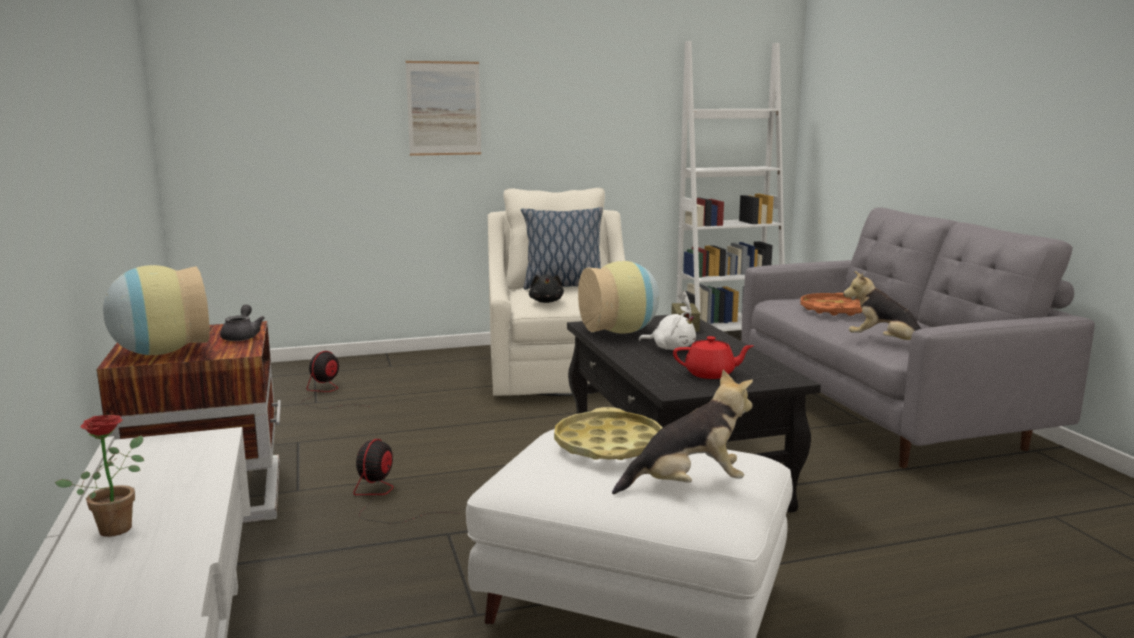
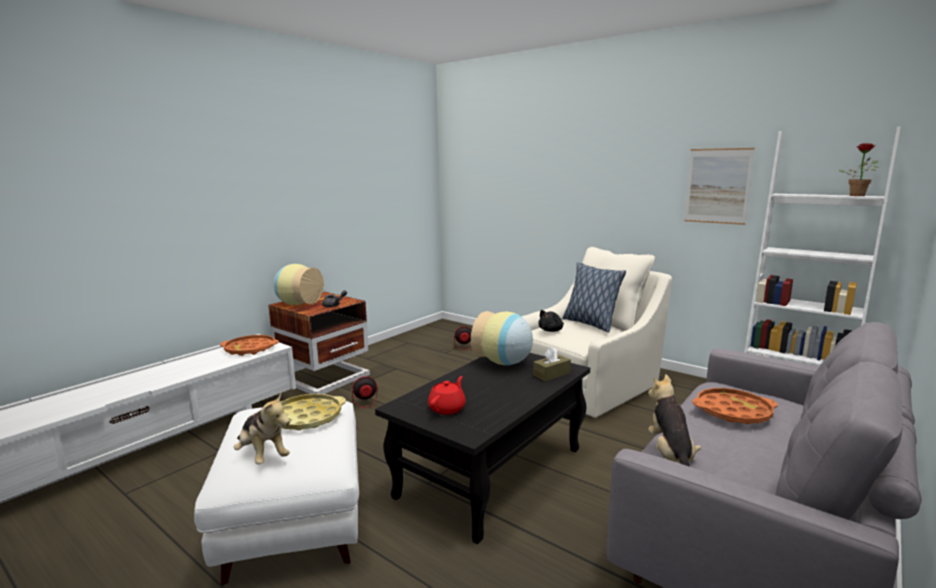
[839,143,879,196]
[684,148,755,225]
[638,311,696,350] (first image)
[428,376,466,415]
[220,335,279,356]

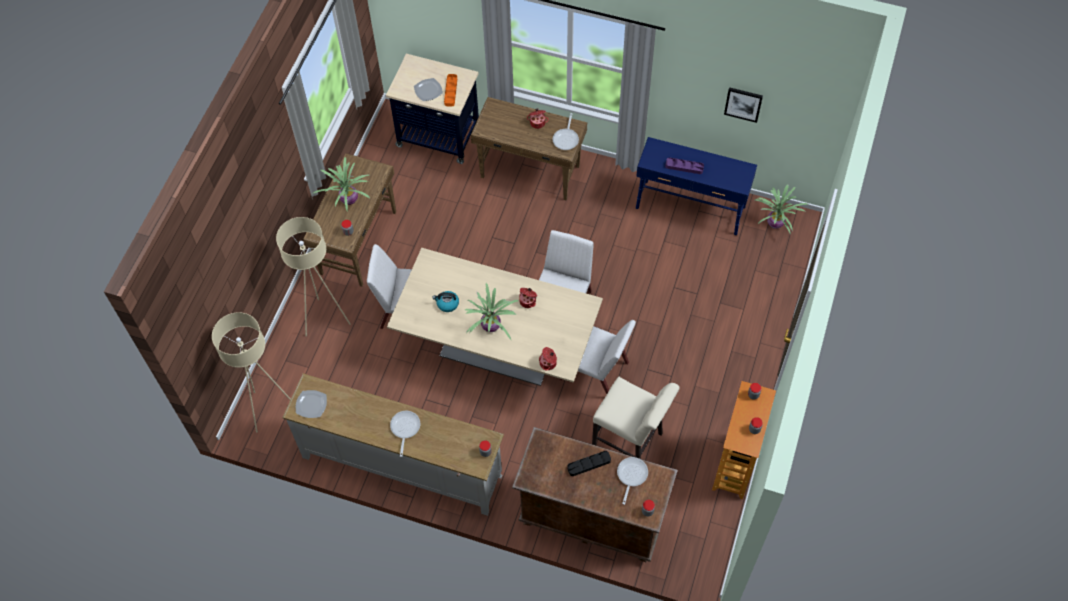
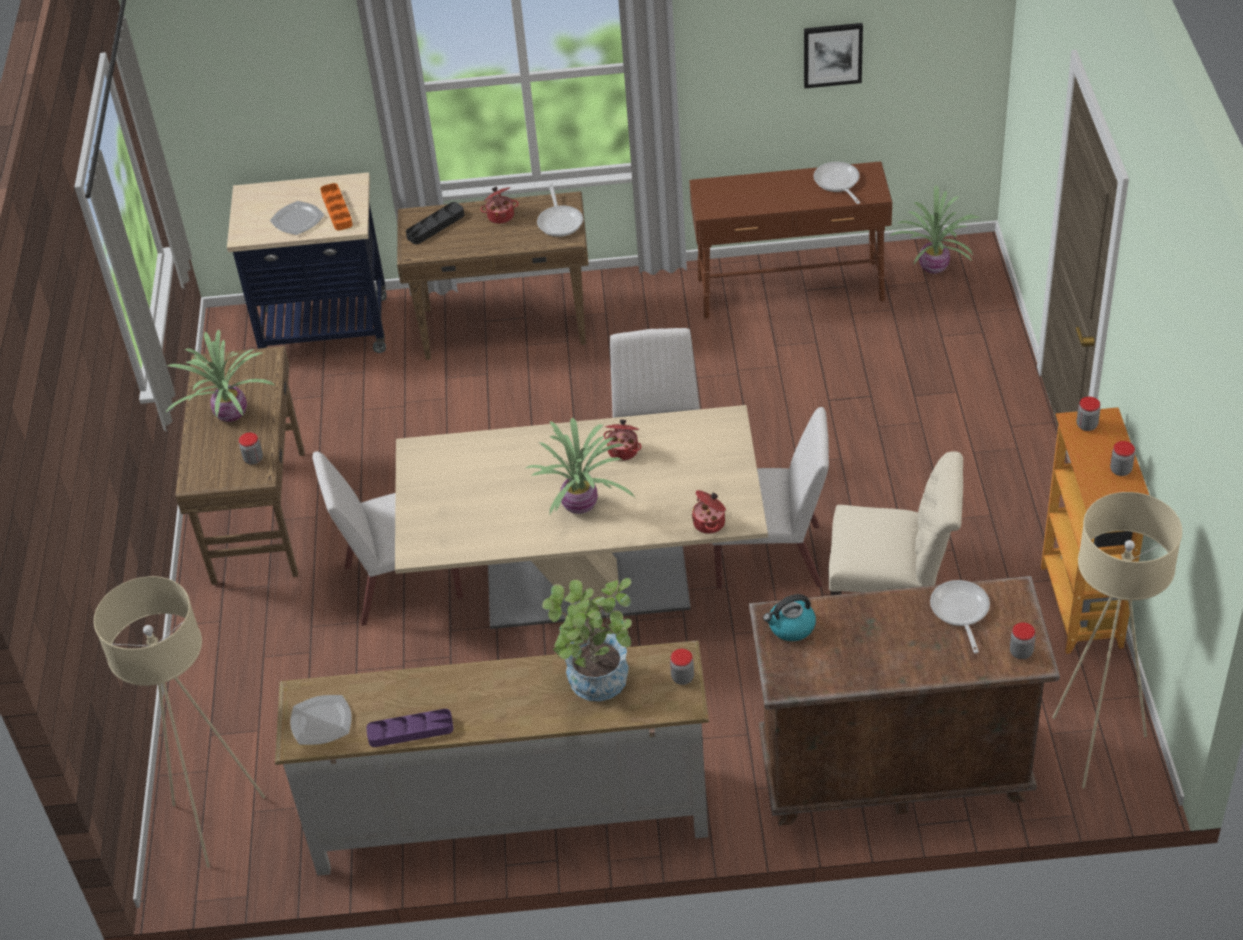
[1052,492,1182,788]
[813,162,860,204]
[763,594,816,641]
[406,202,464,244]
[689,161,892,319]
[366,709,454,747]
[542,578,632,701]

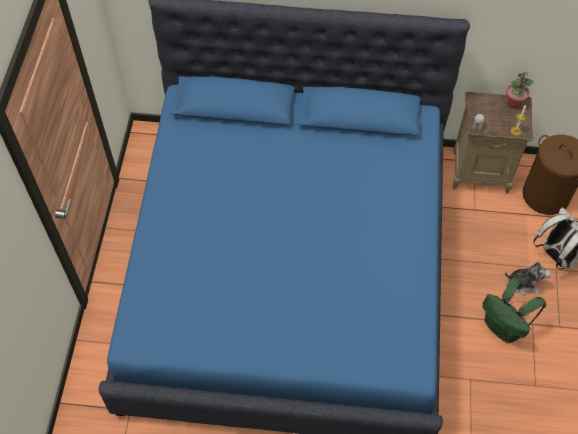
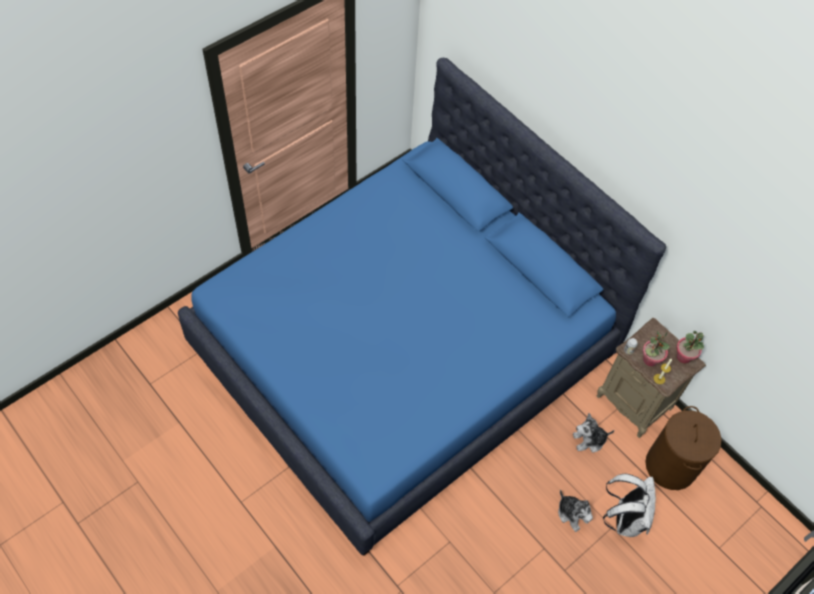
[482,277,546,343] (first image)
[573,413,615,453]
[642,332,670,366]

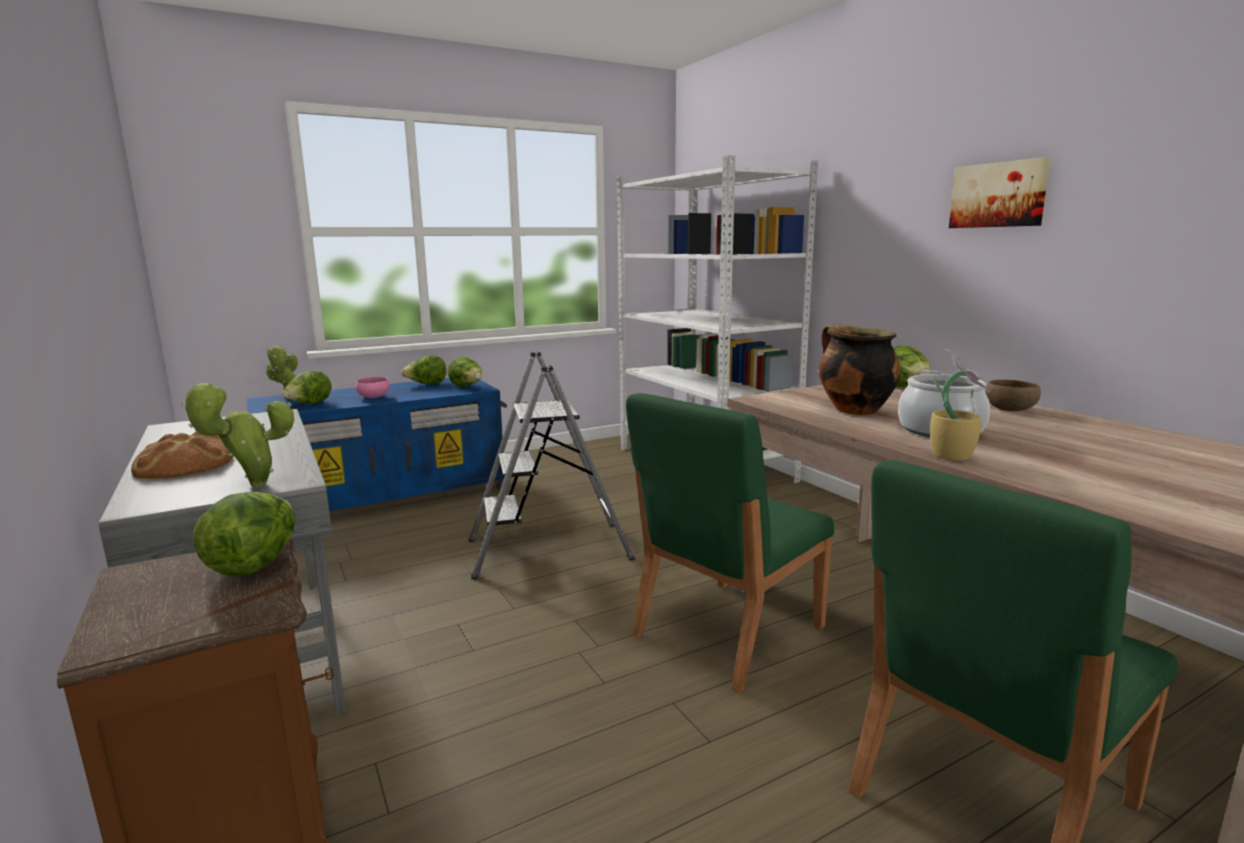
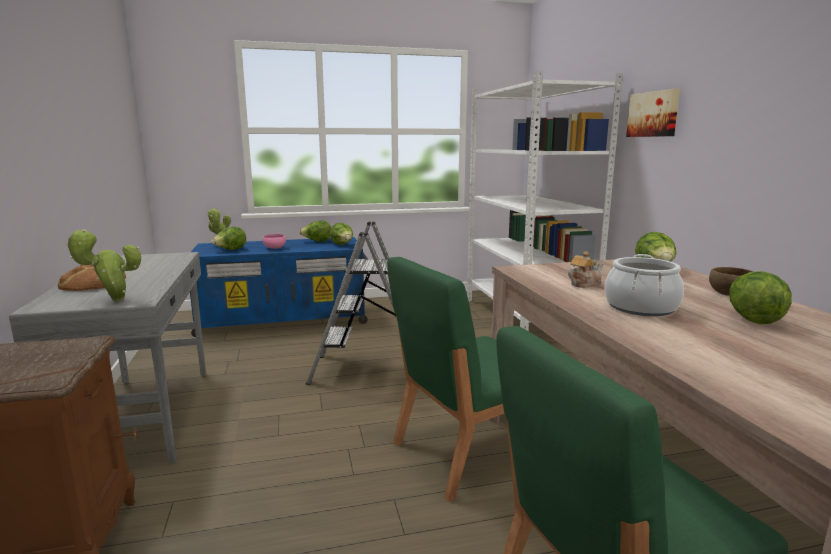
[729,271,792,324]
[568,251,604,288]
[930,349,989,461] (first image)
[626,89,680,137]

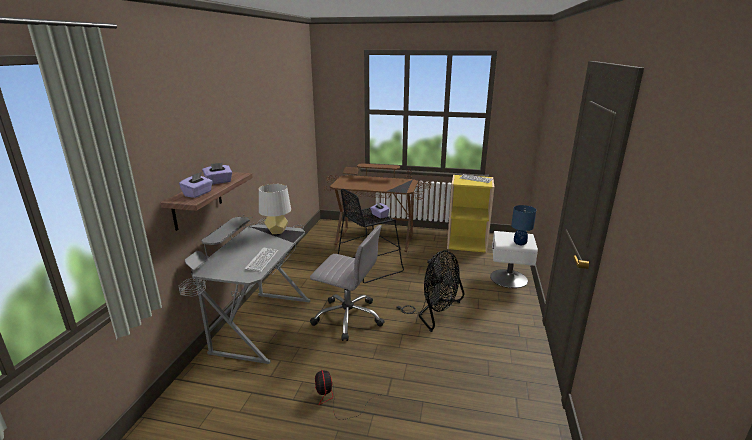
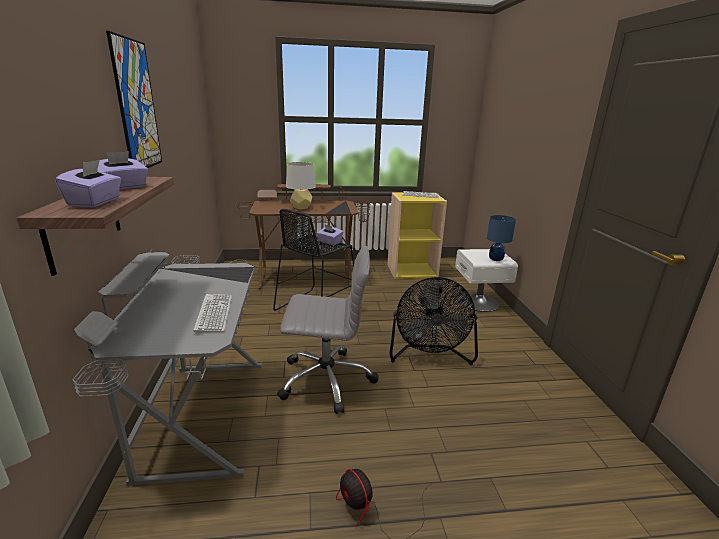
[286,162,316,209]
[390,277,478,366]
[106,31,162,168]

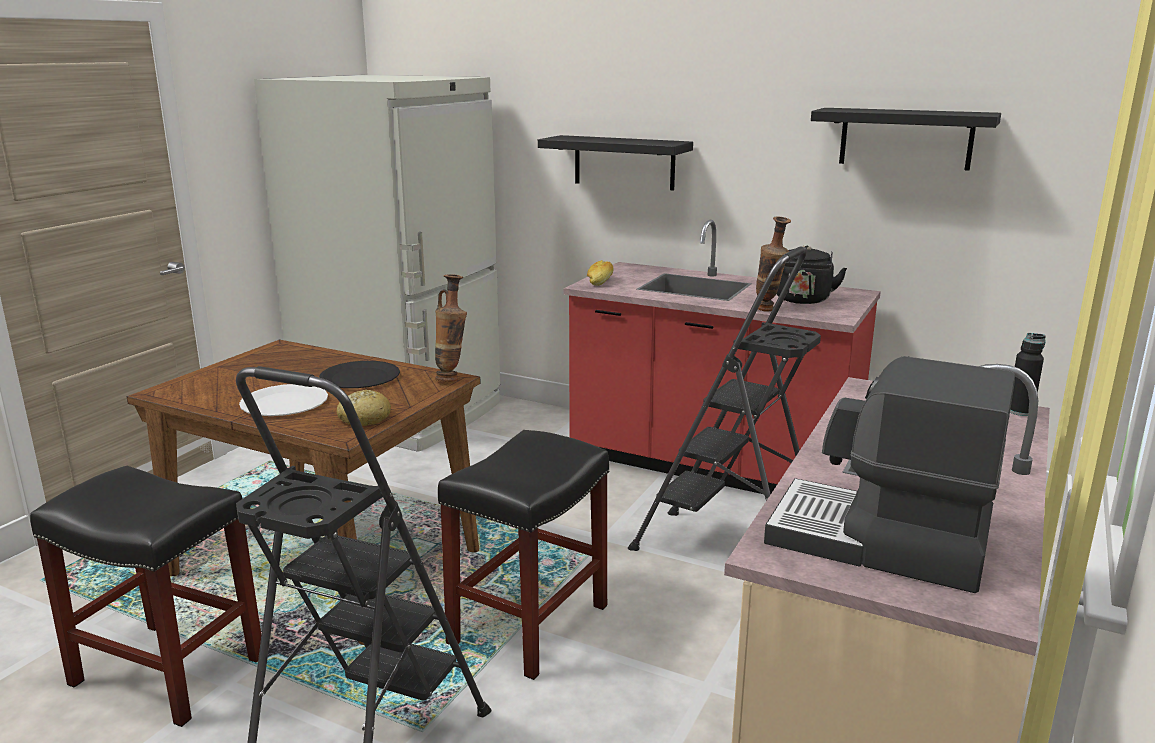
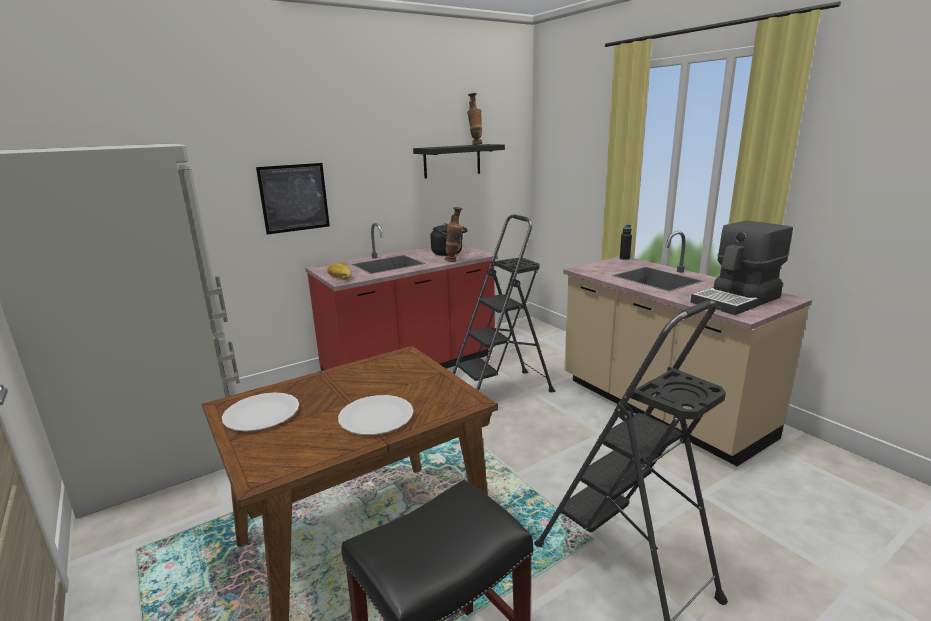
[319,361,400,388] (first image)
[337,390,391,426] (first image)
[467,93,483,145]
[438,430,609,680] (first image)
[256,163,330,235]
[222,392,299,431]

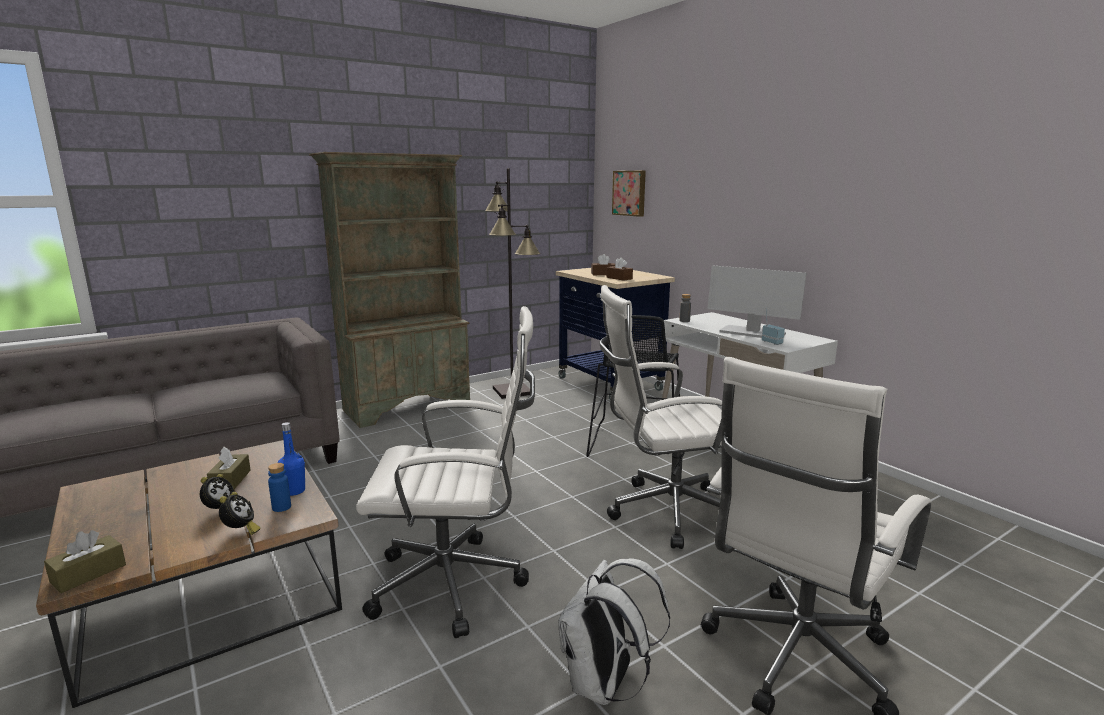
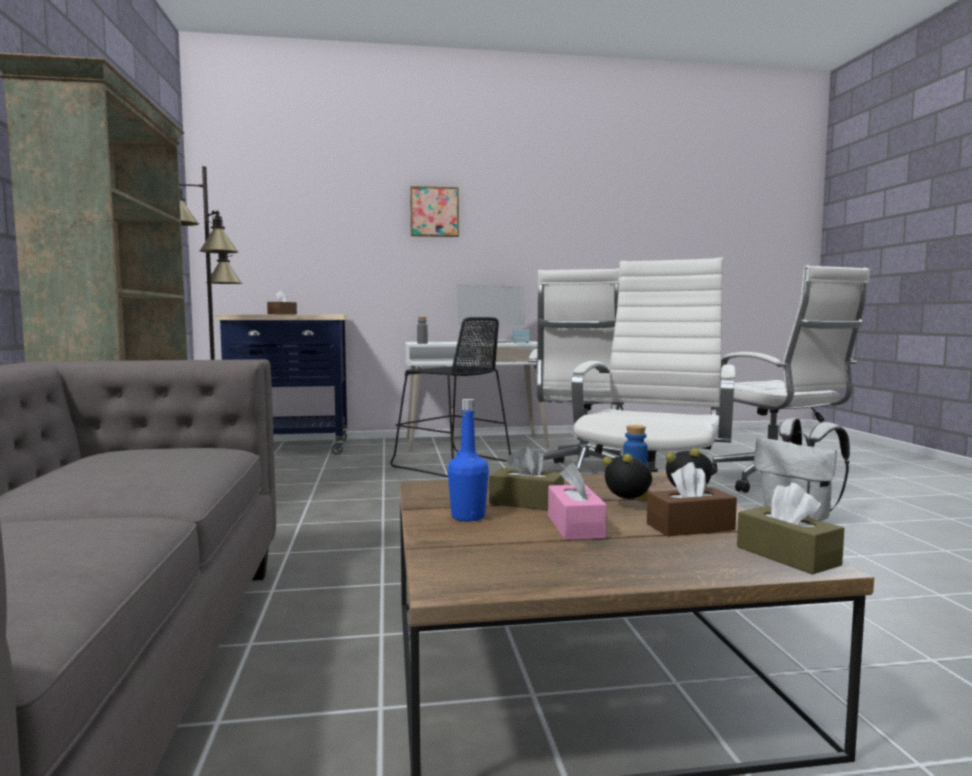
[447,399,489,522]
[647,462,737,536]
[410,186,459,237]
[548,463,607,540]

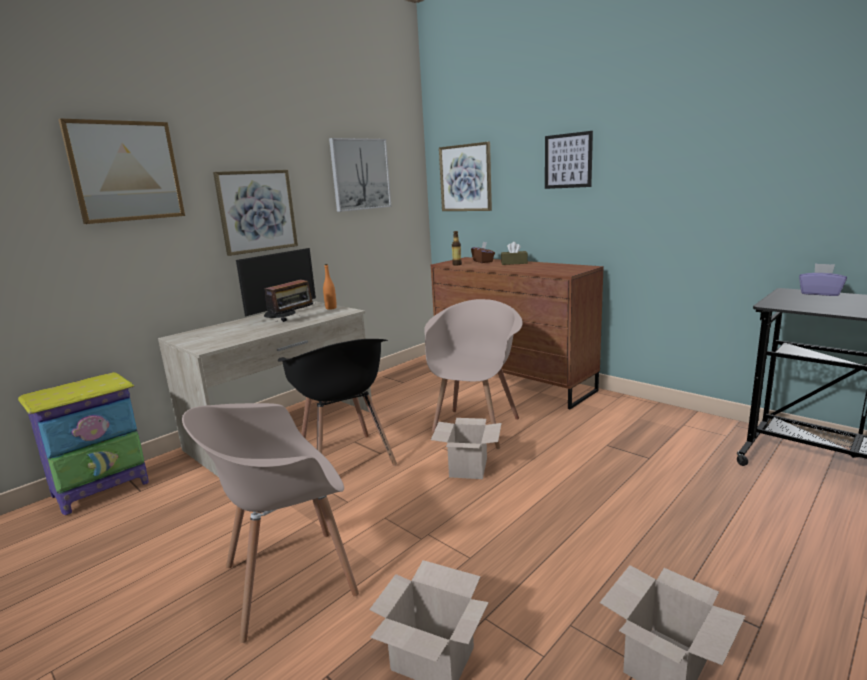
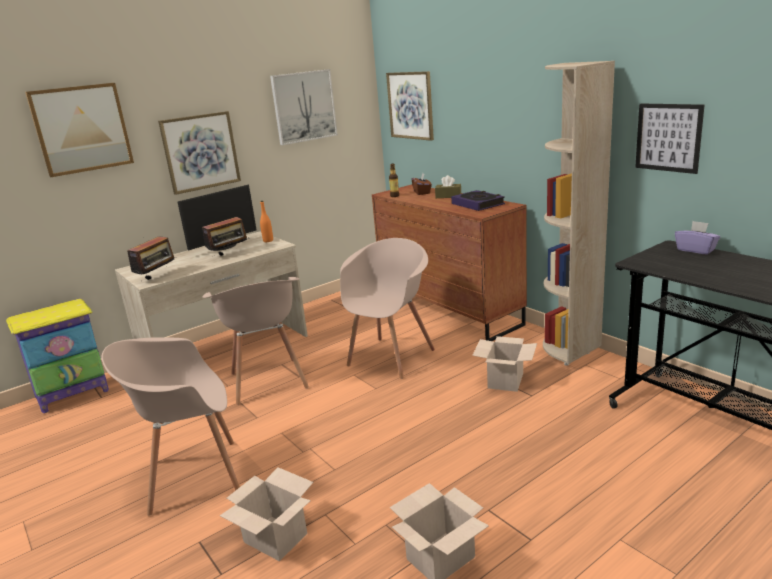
[203,277,309,405]
[472,336,537,392]
[635,103,704,174]
[127,236,175,280]
[451,190,505,211]
[543,61,615,365]

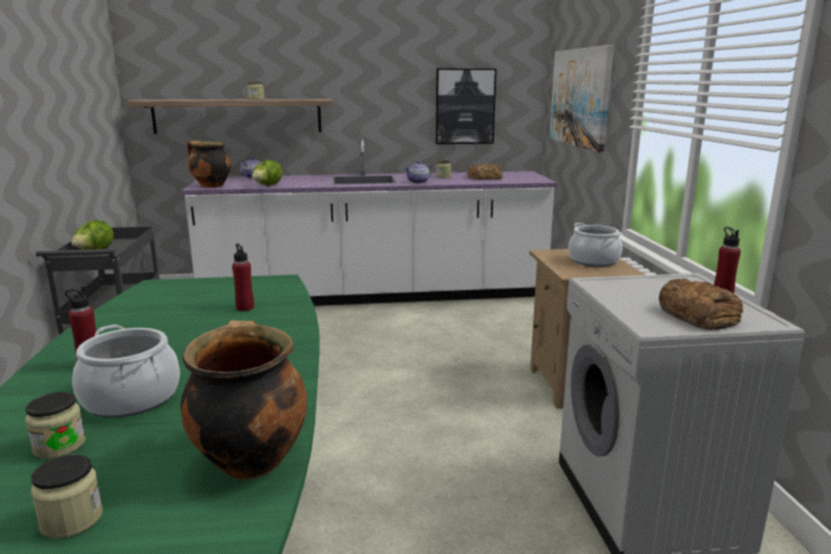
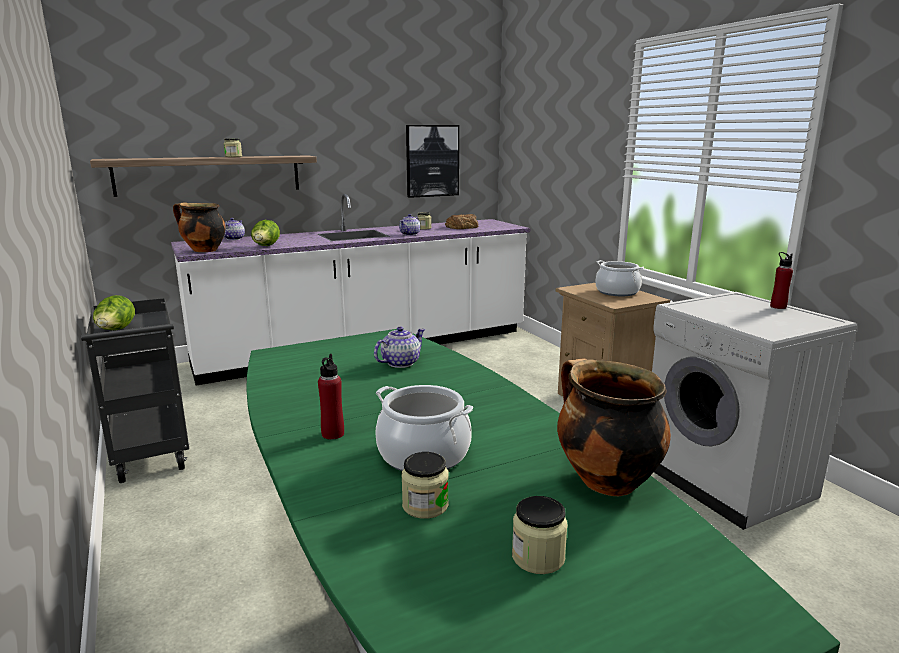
[374,326,425,368]
[549,45,614,152] (first image)
[659,278,743,330] (first image)

